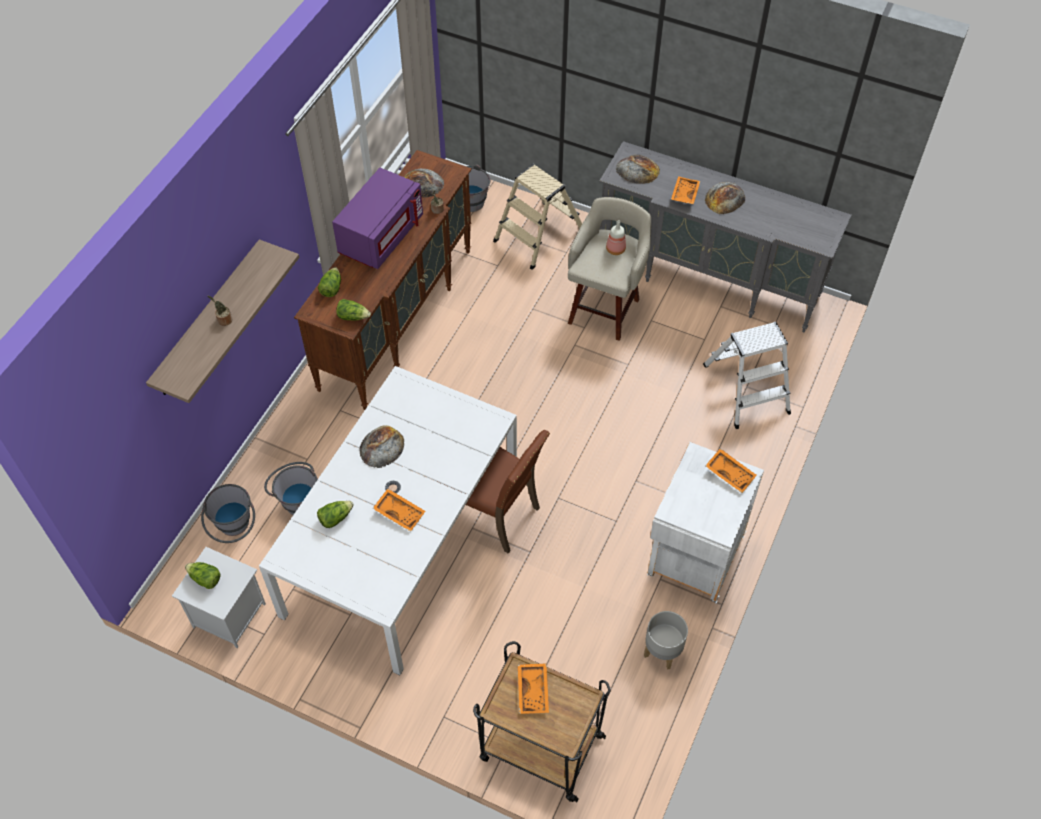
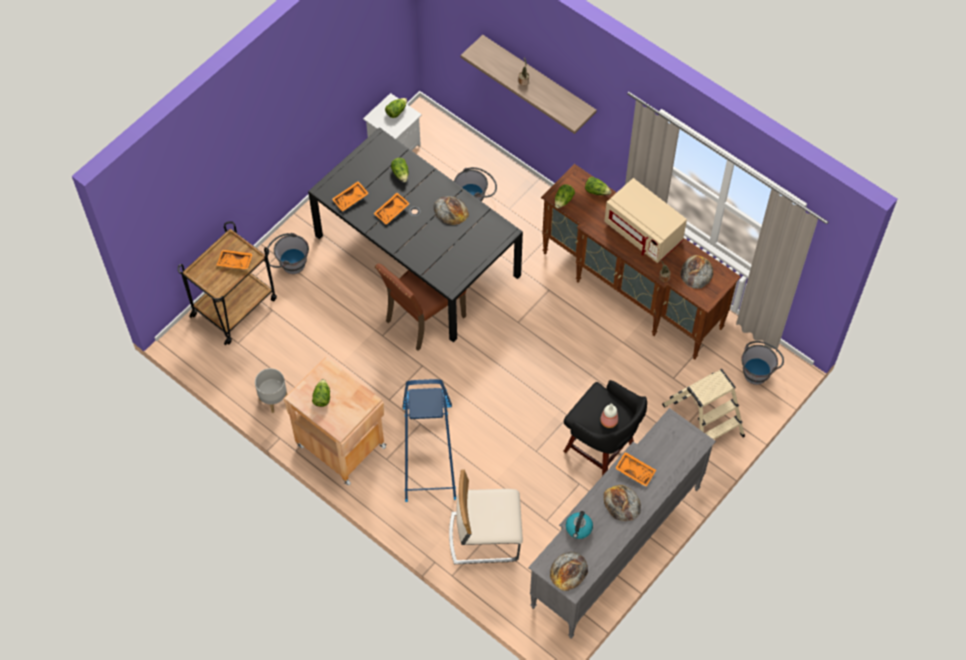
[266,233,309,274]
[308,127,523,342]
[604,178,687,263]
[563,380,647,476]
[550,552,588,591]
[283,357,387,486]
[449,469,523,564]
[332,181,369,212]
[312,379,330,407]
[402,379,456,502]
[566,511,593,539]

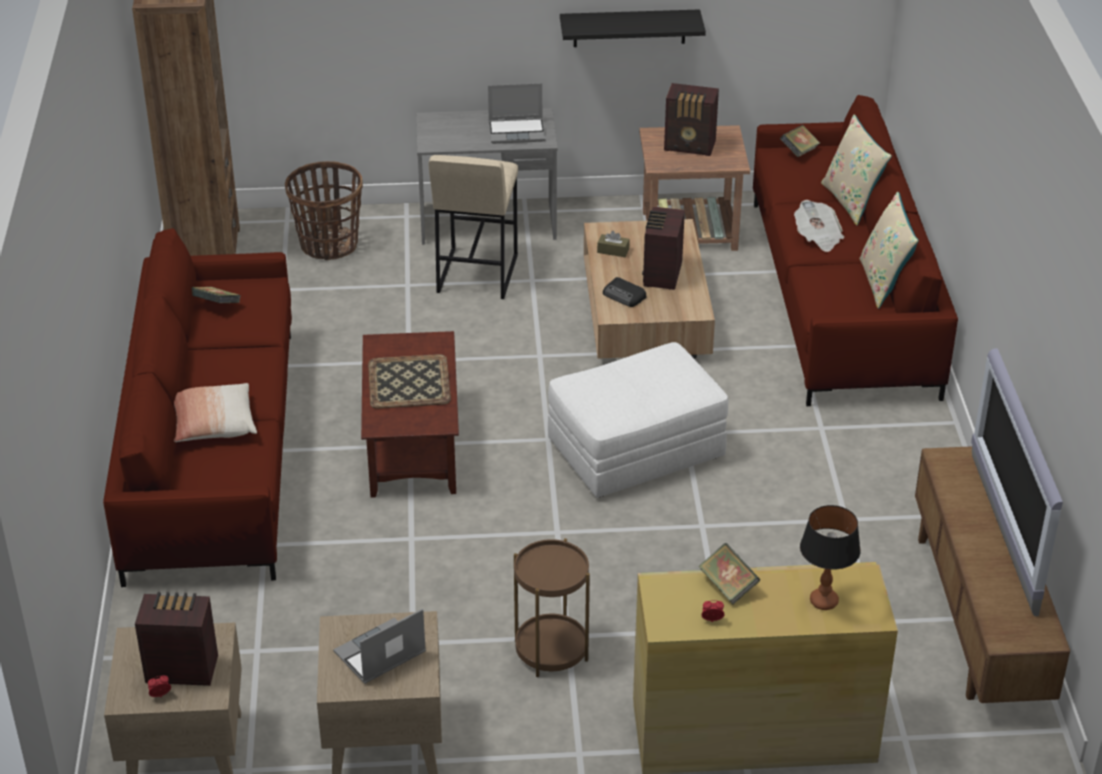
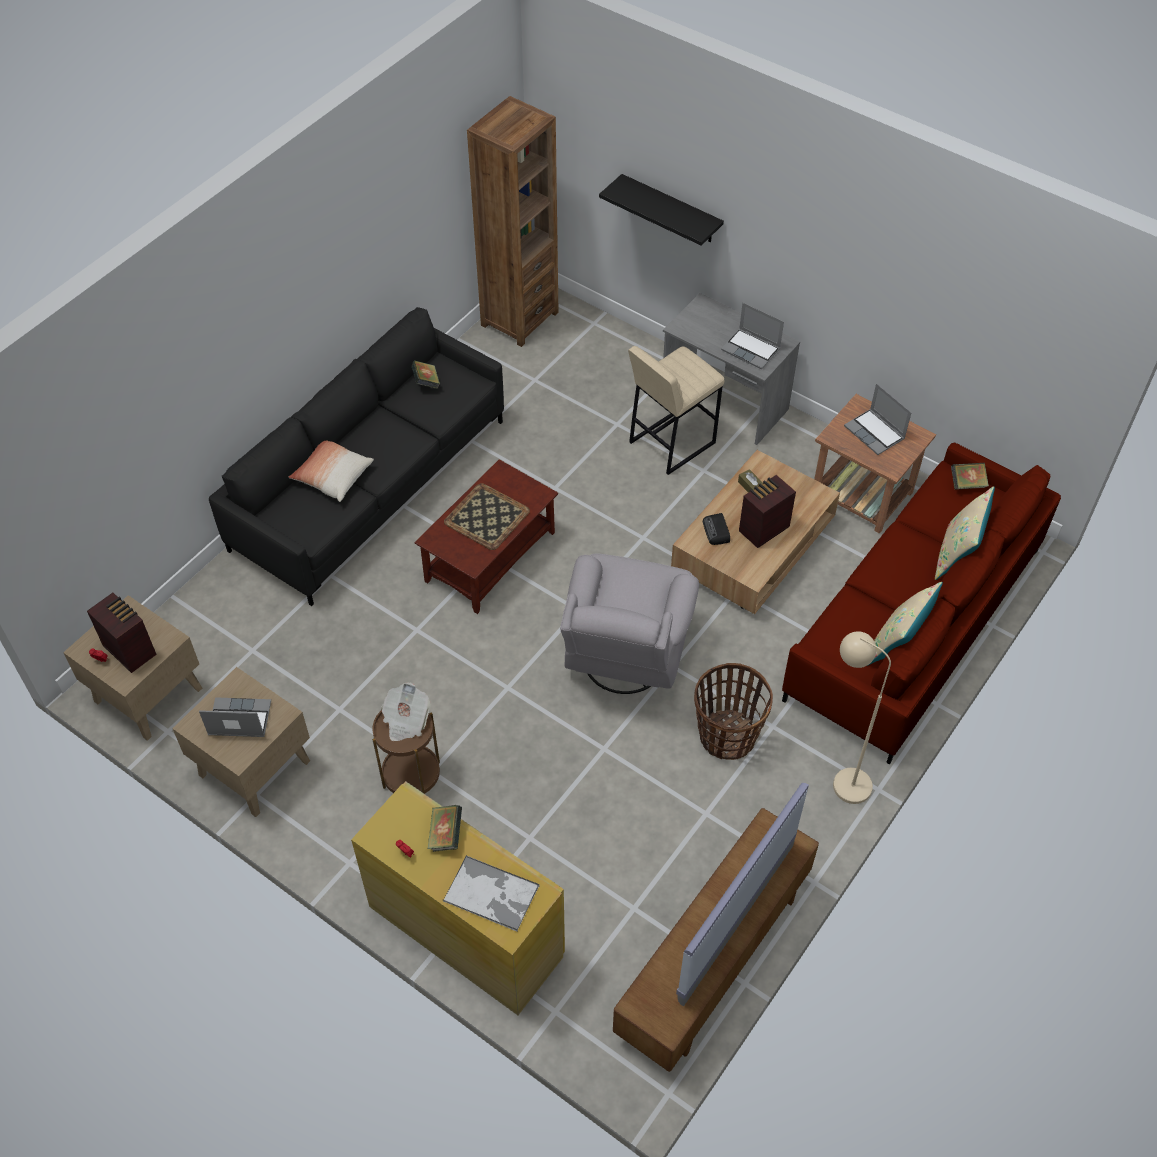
[209,307,504,606]
[694,663,773,760]
[560,553,699,694]
[599,174,724,246]
[844,384,912,455]
[381,682,431,741]
[443,855,540,932]
[833,631,891,804]

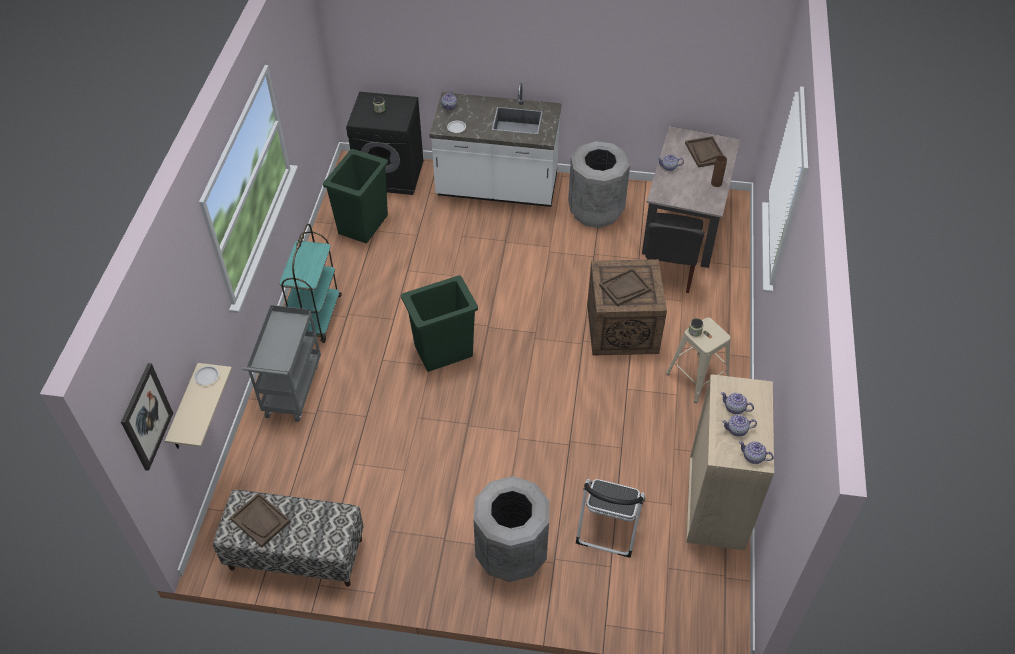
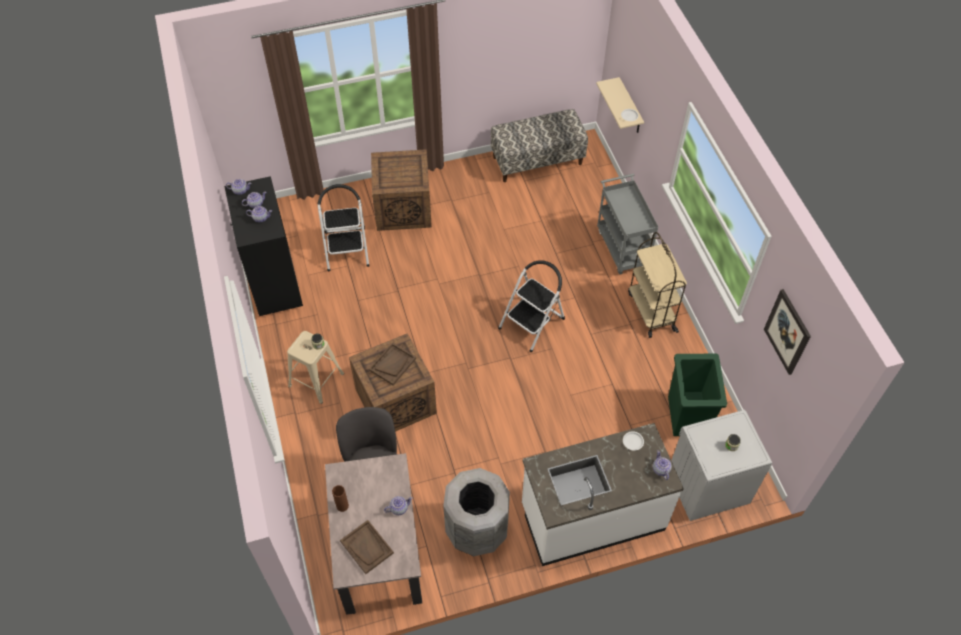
[764,289,811,375]
[230,492,291,547] (first image)
[628,232,687,338]
[671,410,772,521]
[498,260,565,352]
[371,149,432,231]
[225,176,303,316]

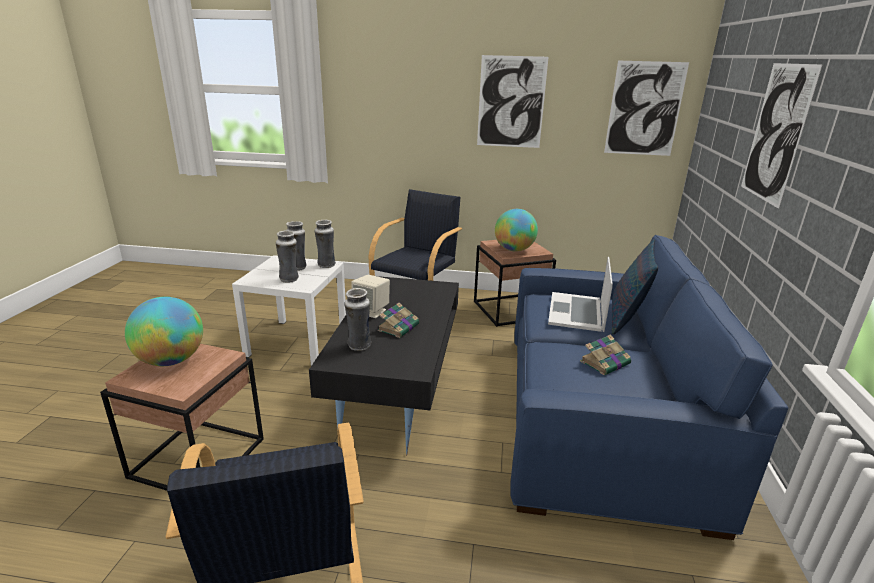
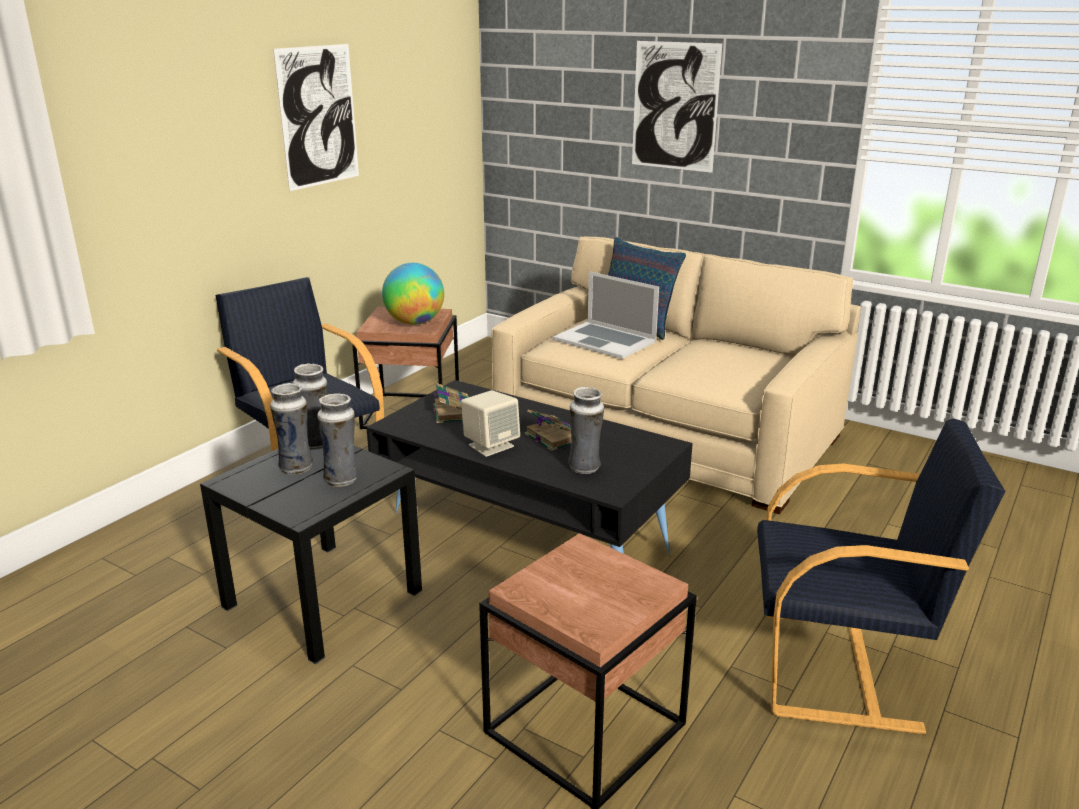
[125,297,203,366] (first image)
[200,446,422,664]
[491,237,861,514]
[433,383,469,423]
[604,61,689,156] (first image)

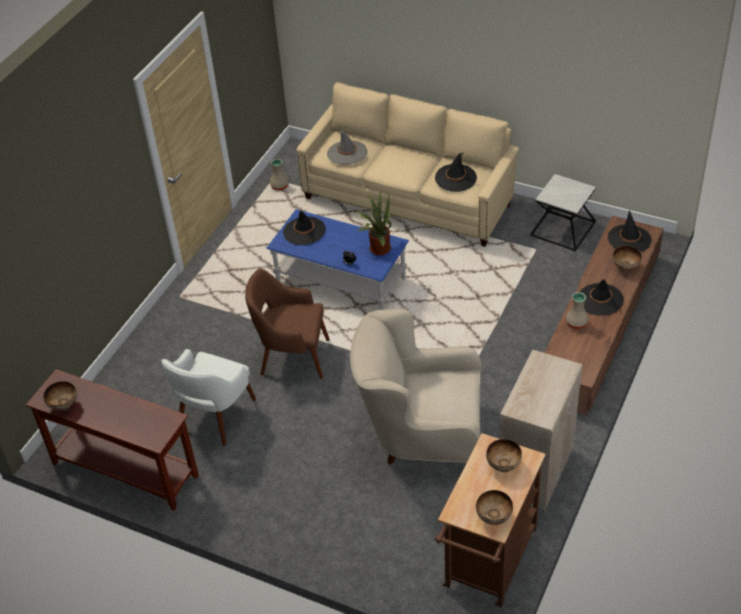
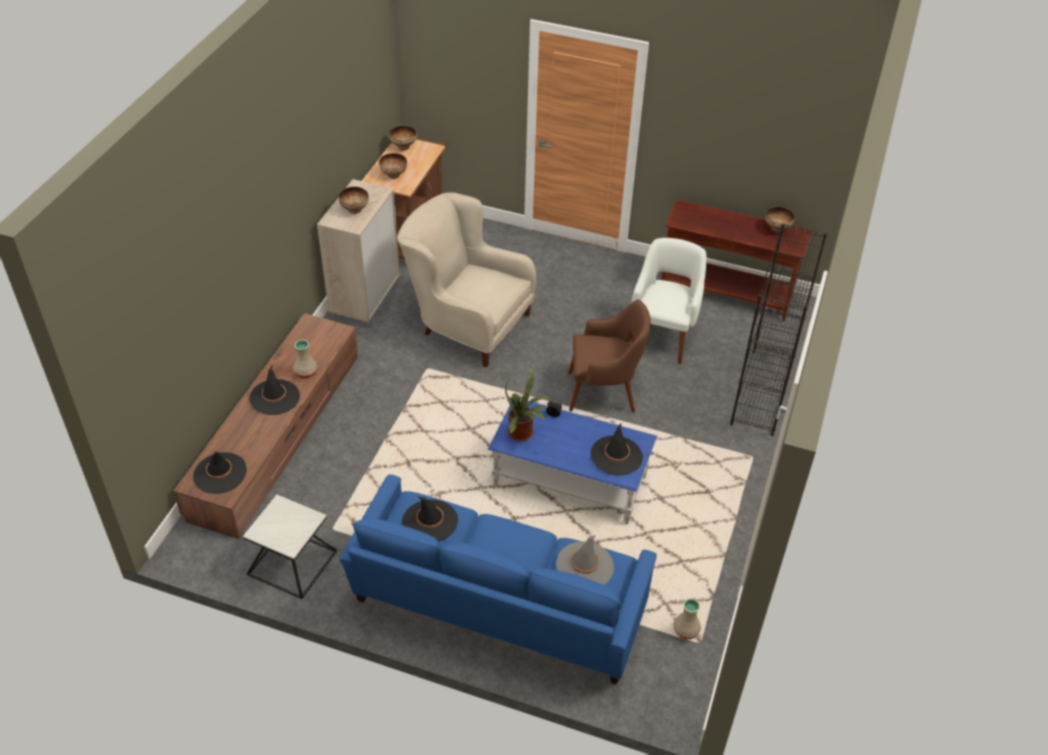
[339,474,657,685]
[397,192,536,368]
[338,187,369,214]
[730,223,827,436]

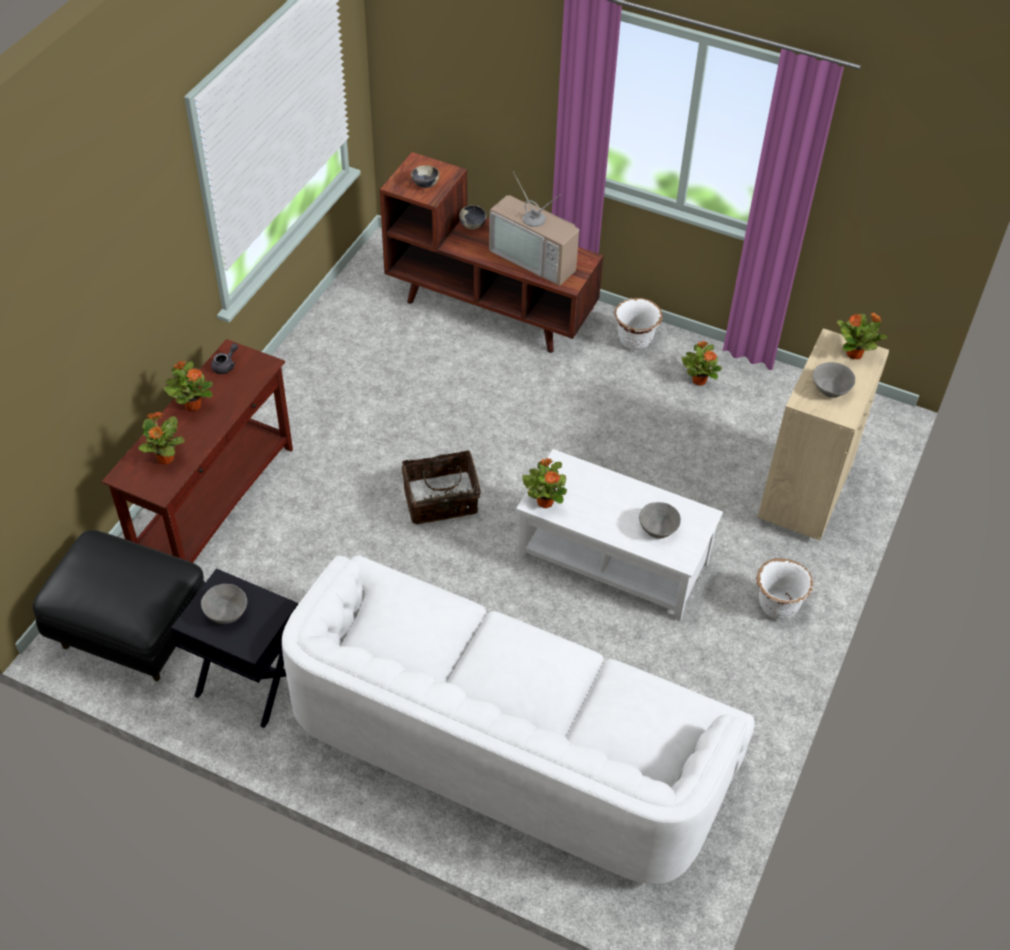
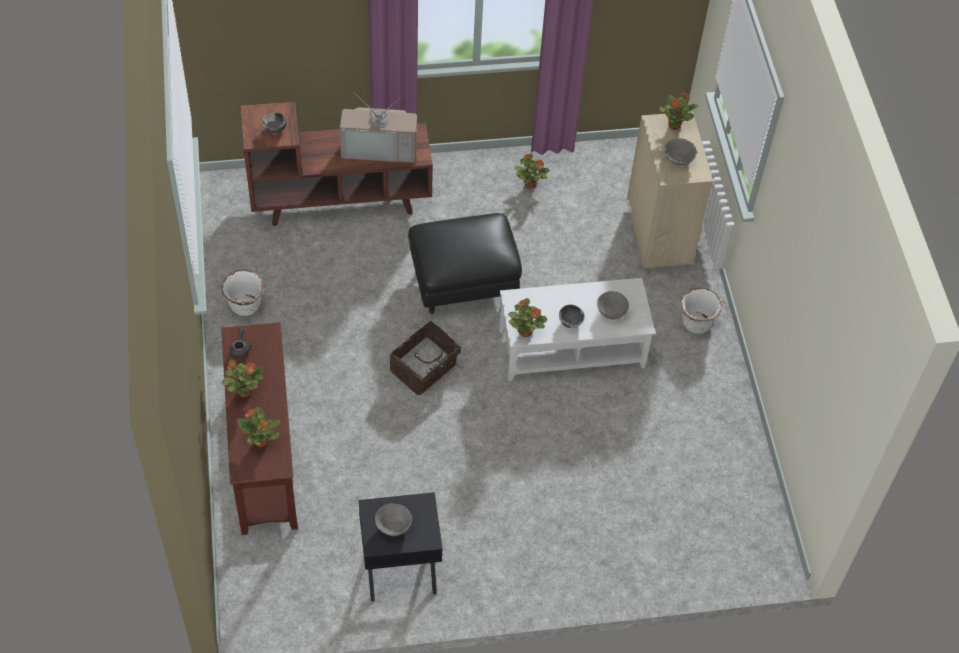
[408,213,522,314]
[282,555,755,884] (first image)
[559,304,584,328]
[221,269,265,316]

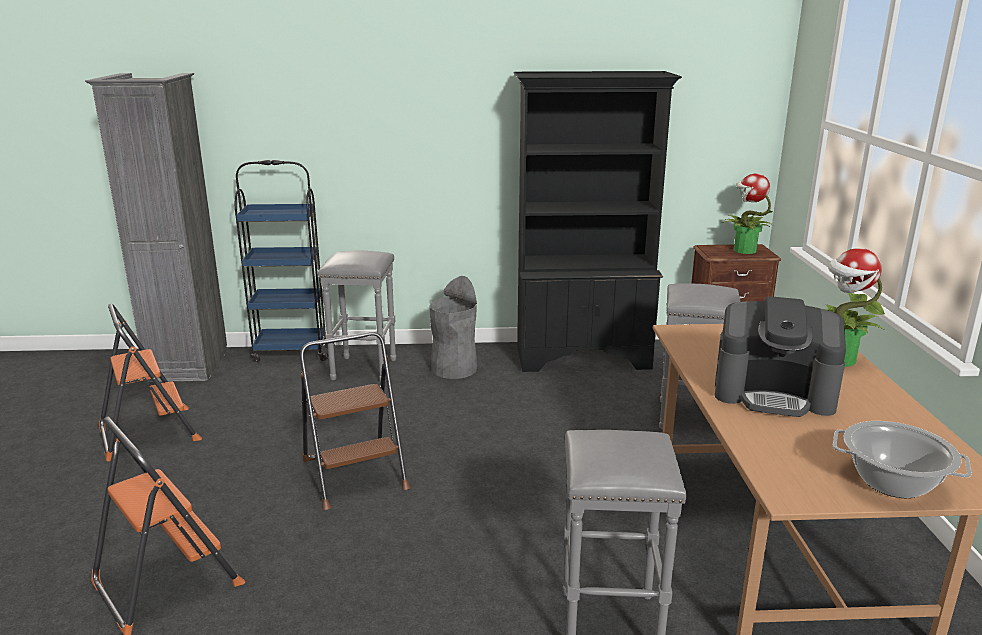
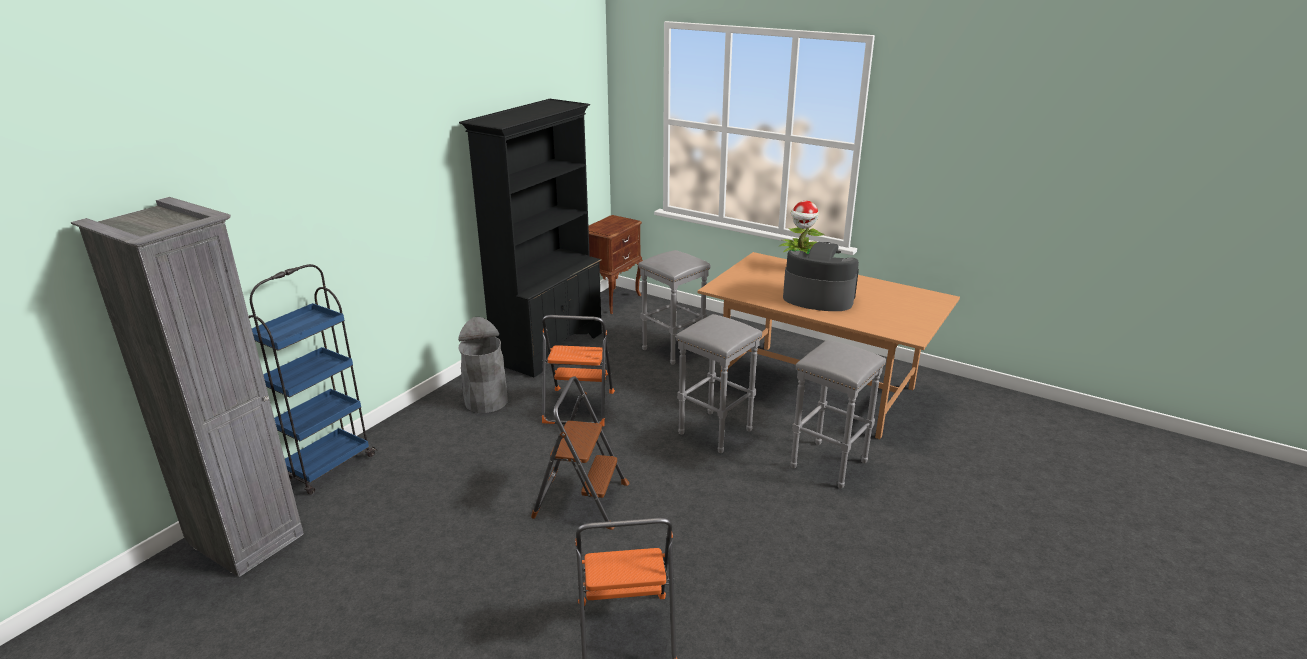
[542,315,615,427]
[676,314,762,453]
[783,242,859,311]
[722,174,773,254] (first image)
[833,421,972,498] (first image)

